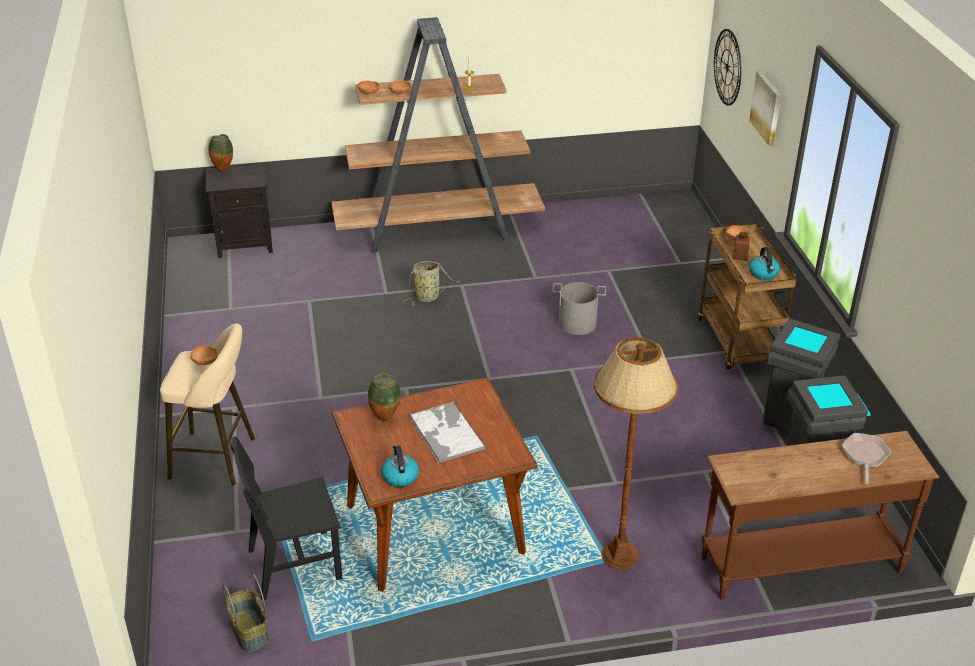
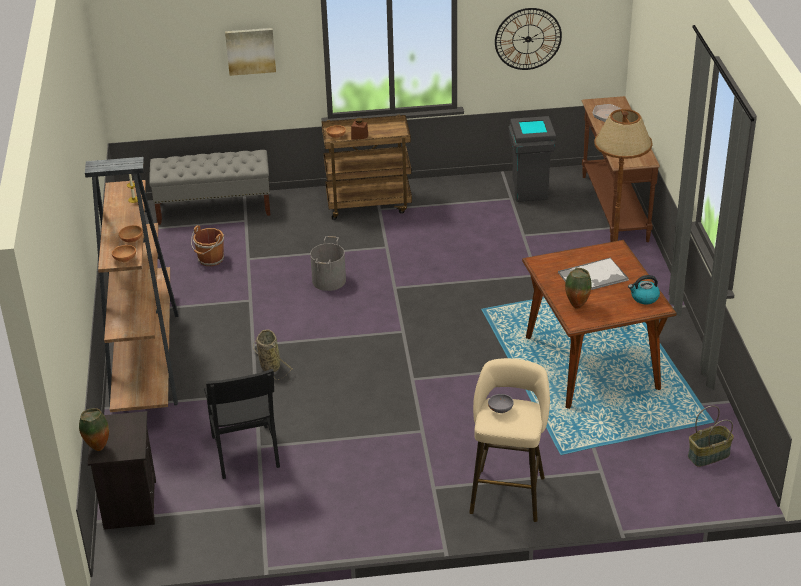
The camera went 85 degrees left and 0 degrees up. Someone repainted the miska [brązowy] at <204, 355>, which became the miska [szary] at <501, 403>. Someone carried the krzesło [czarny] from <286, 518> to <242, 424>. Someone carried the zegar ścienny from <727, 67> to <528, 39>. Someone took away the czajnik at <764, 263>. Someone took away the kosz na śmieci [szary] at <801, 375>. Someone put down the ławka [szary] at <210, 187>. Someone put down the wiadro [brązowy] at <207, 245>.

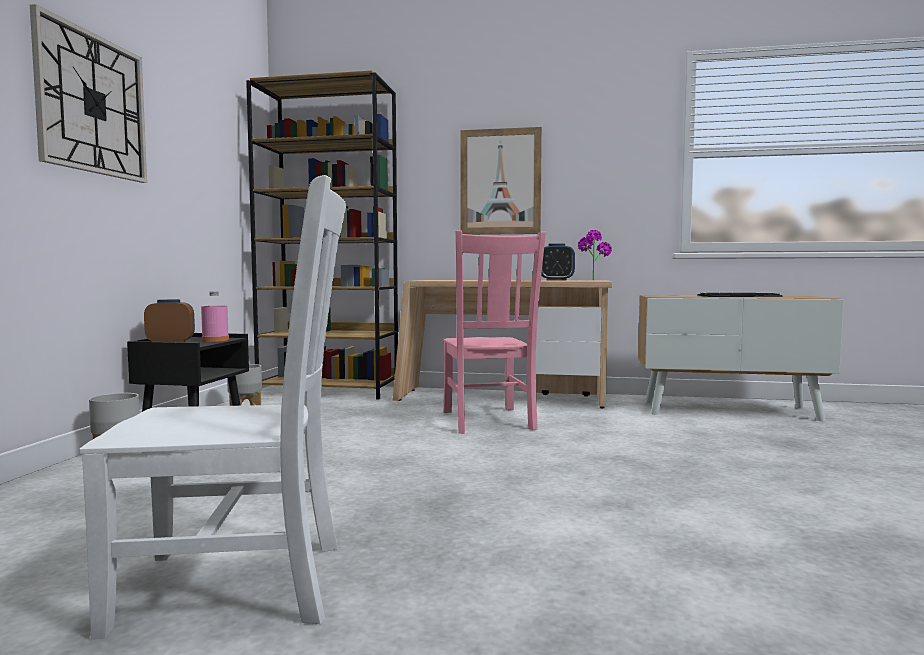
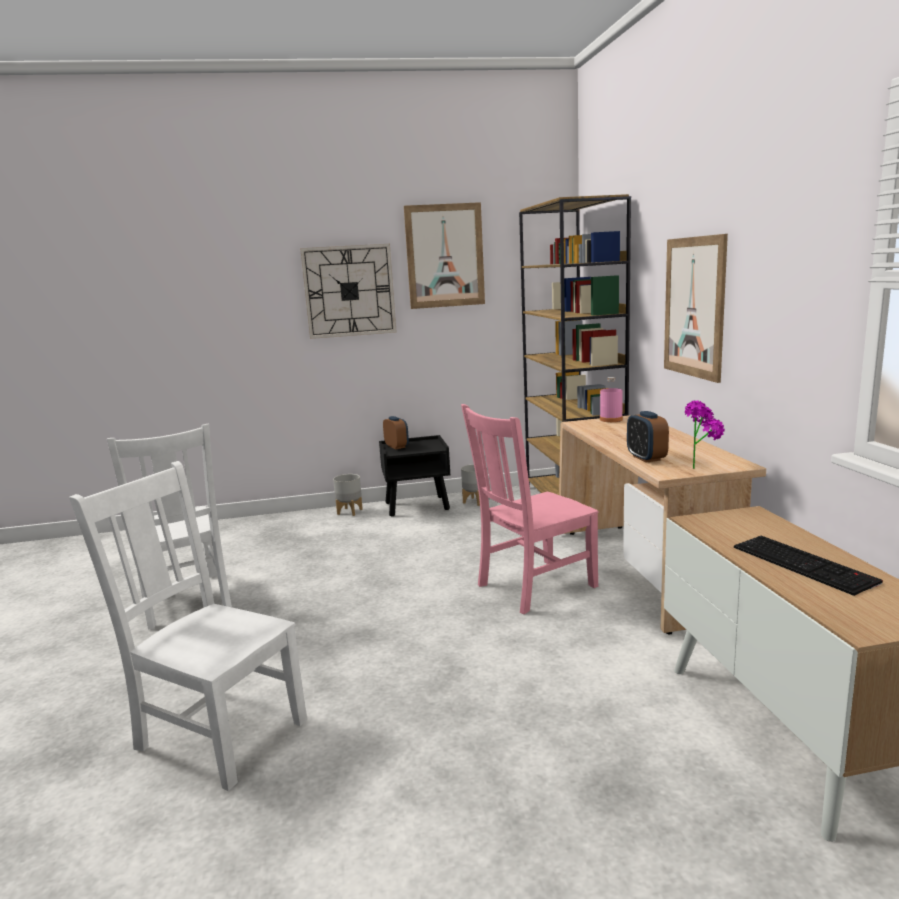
The camera went 70 degrees right and 10 degrees up. Someone carried the butelka [różowy] from <215, 317> to <611, 399>. Someone put down the krzesło [biały] at <188, 626>. Someone put up the obraz at <444, 255>.

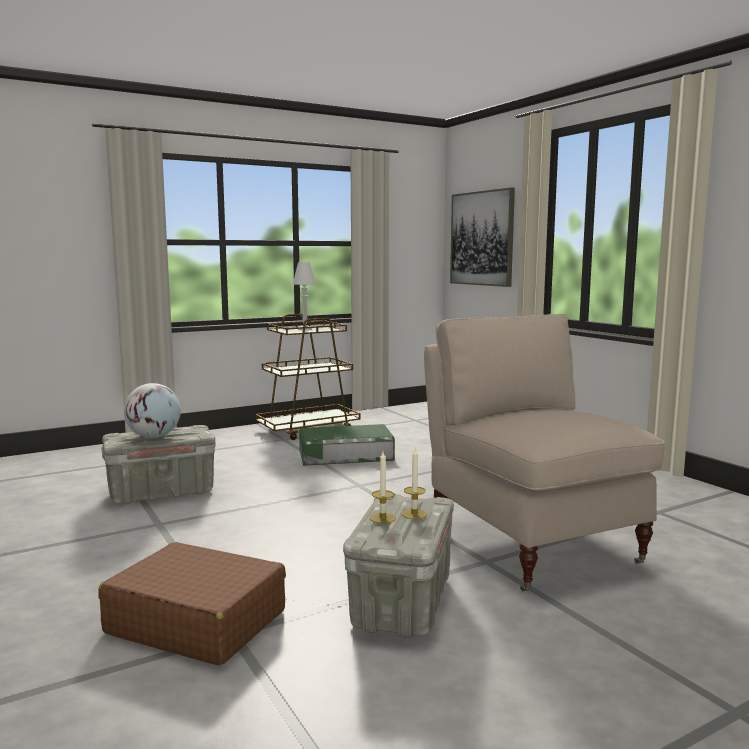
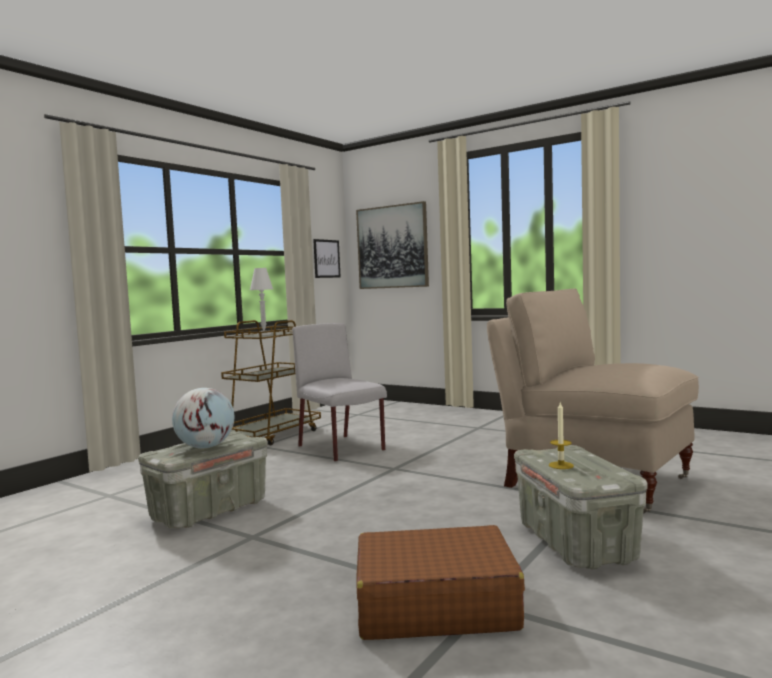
The camera went 25 degrees left and 5 degrees down. Someone swapped the pojemnik do przechowywania [zielony] at <347, 445> for the krzesło [szary] at <339, 392>. Someone took away the świeca at <414, 484>. Someone put up the obraz at <327, 258>.

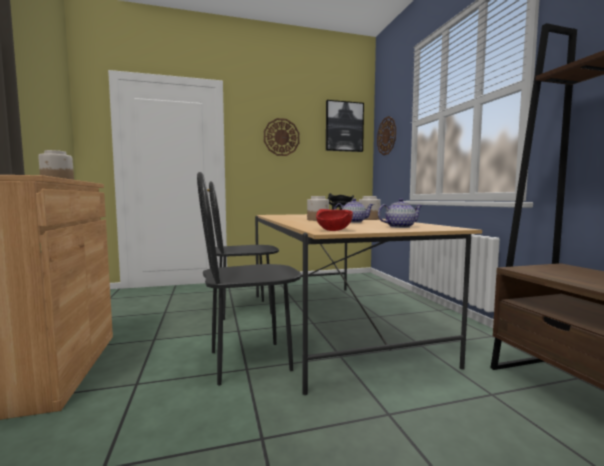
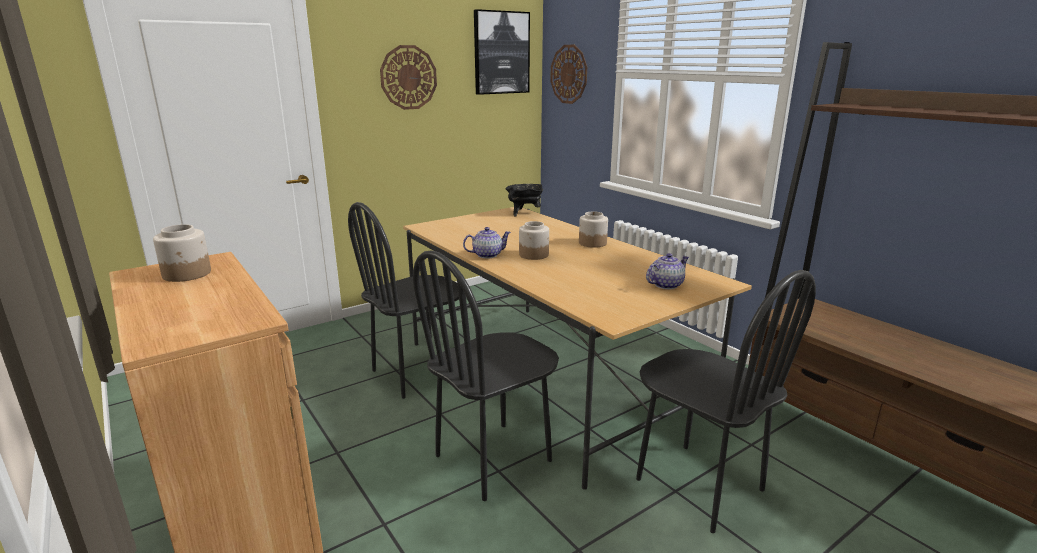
The camera went 20 degrees left and 15 degrees up. Someone took away the miska [czerwony] at <334, 220>. Someone carried the imbryk from <354, 211> to <487, 242>. Someone put down the krzesło [czarny] at <726, 401>.

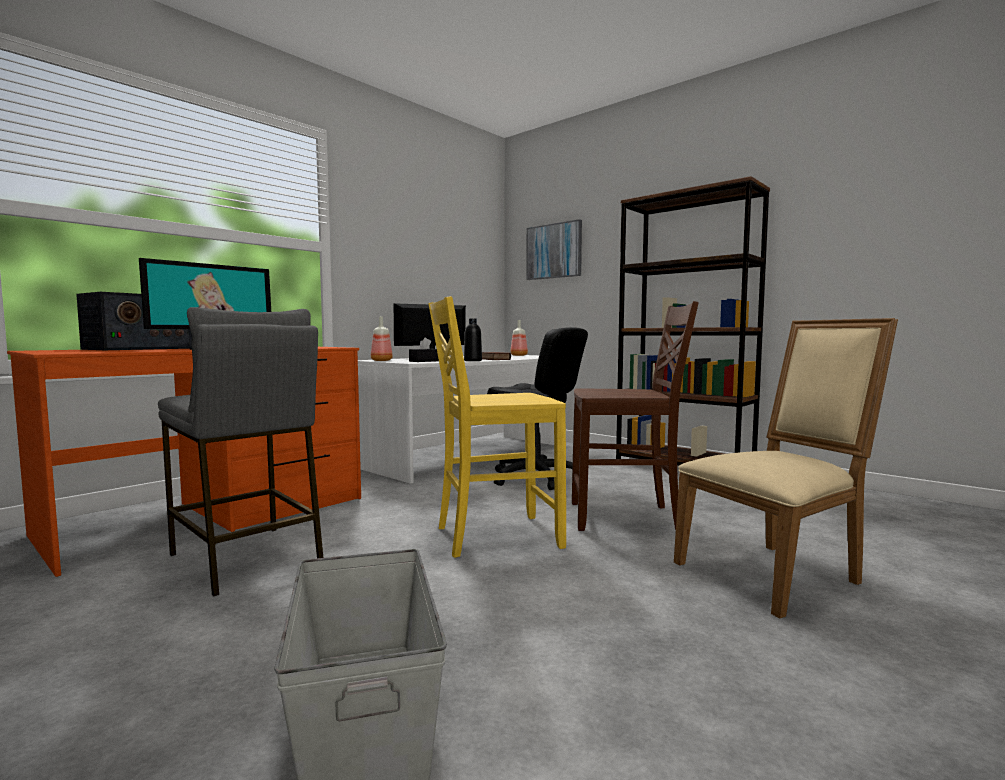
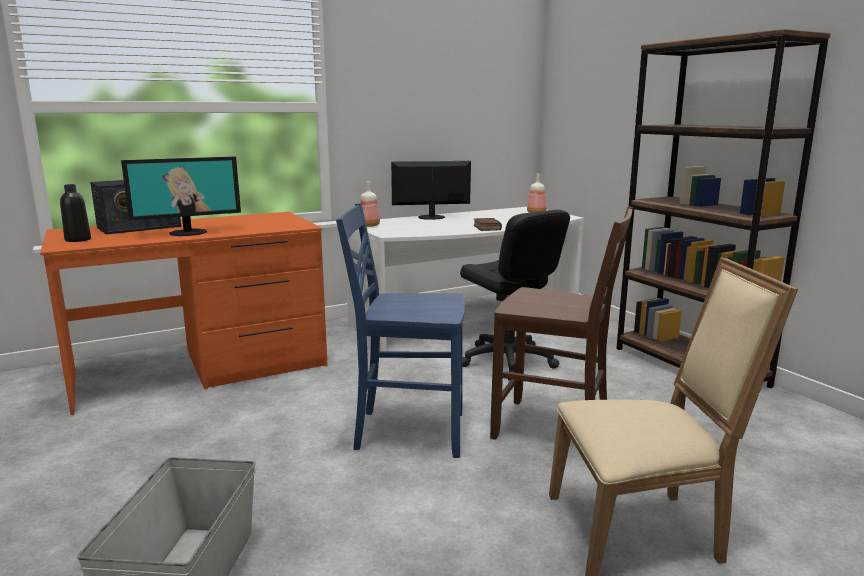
The camera went 20 degrees right and 10 degrees up. Someone took away the stołek [szary] at <240, 451>. Someone took away the pudełko chusteczek [czarny] at <424, 349>. Someone repainted the krzesło [żółty] at <497, 427>, which became the krzesło [niebieski] at <400, 330>. Someone carried the butelka [czarny] from <473, 339> to <75, 213>. Someone took away the obraz at <554, 249>.

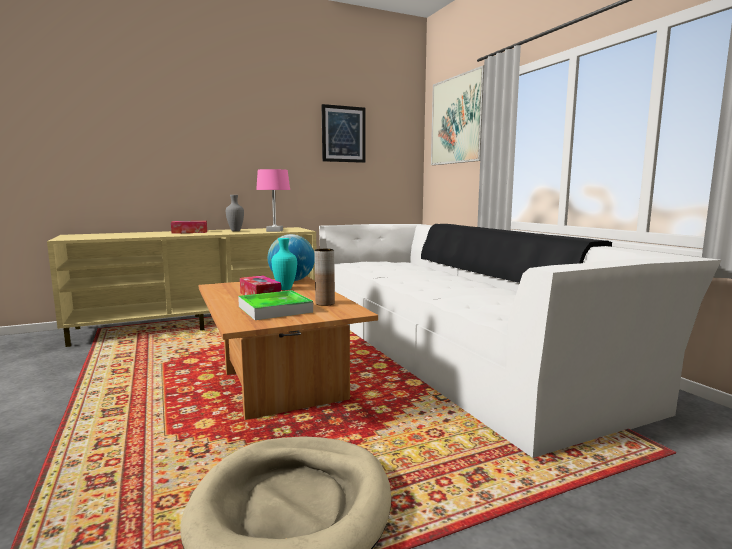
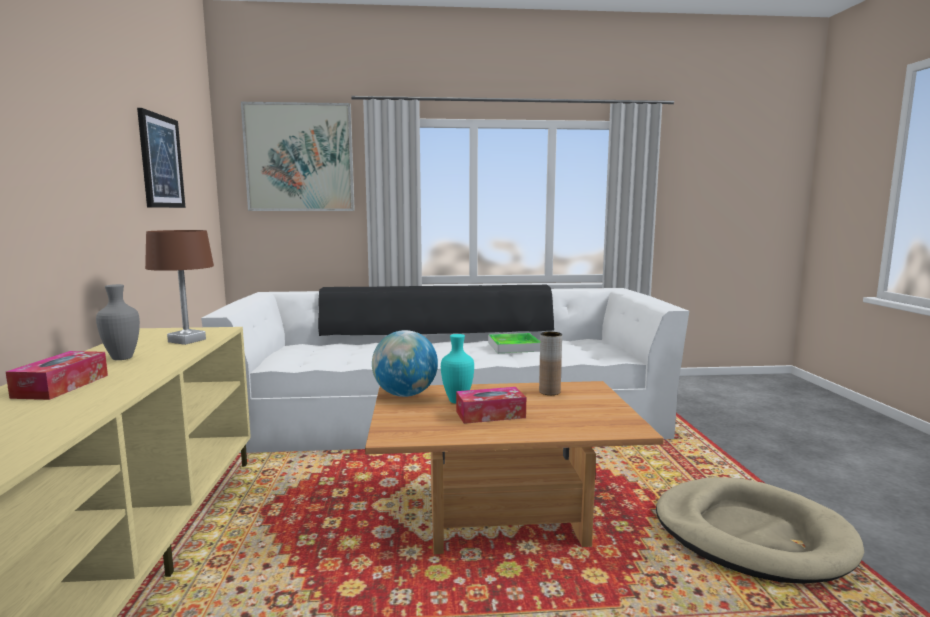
The camera went 70 degrees left and 0 degrees up. Someone carried the taca from <275, 305> to <514, 343>. Someone repainted the lampa stołowa [różowy] at <273, 200>, which became the lampa stołowa [brązowy] at <179, 287>.

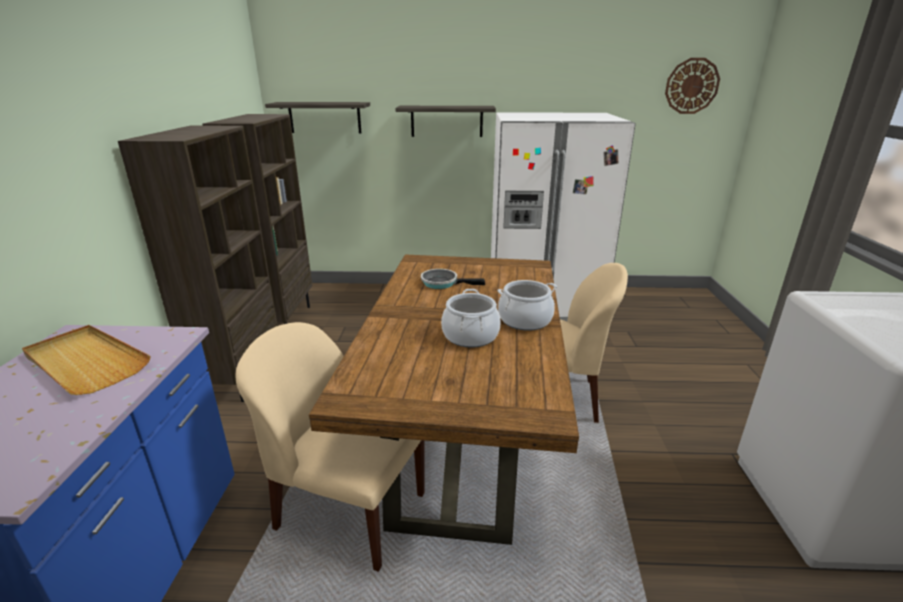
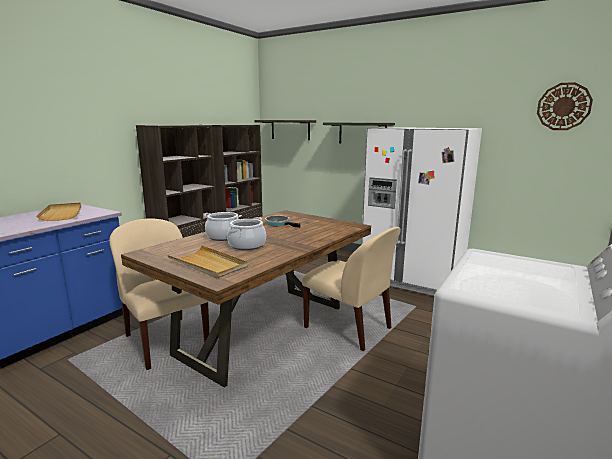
The camera went 30 degrees right and 10 degrees down. Someone carried the garnek from <527, 305> to <223, 226>. Someone put down the taca [beżowy] at <207, 262>.

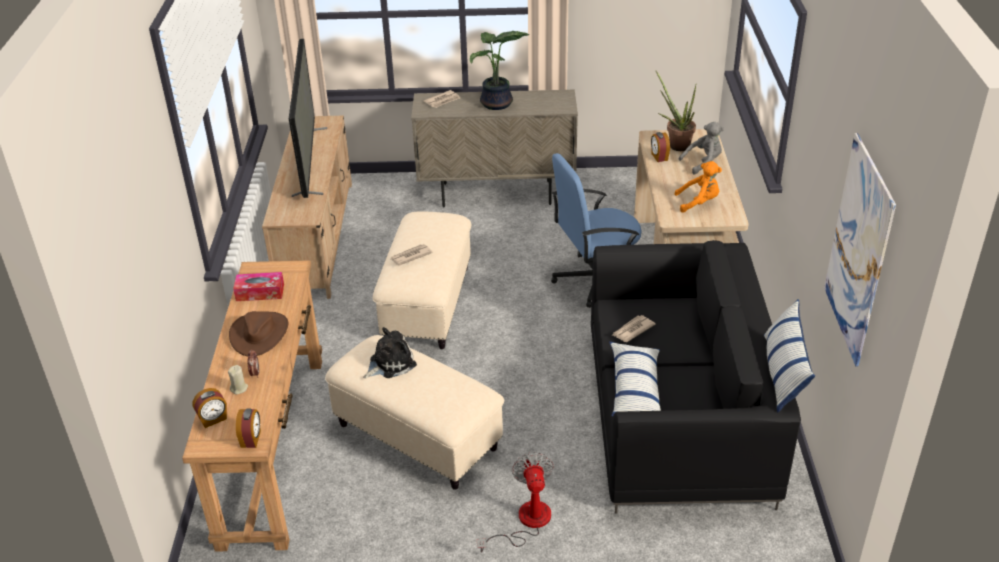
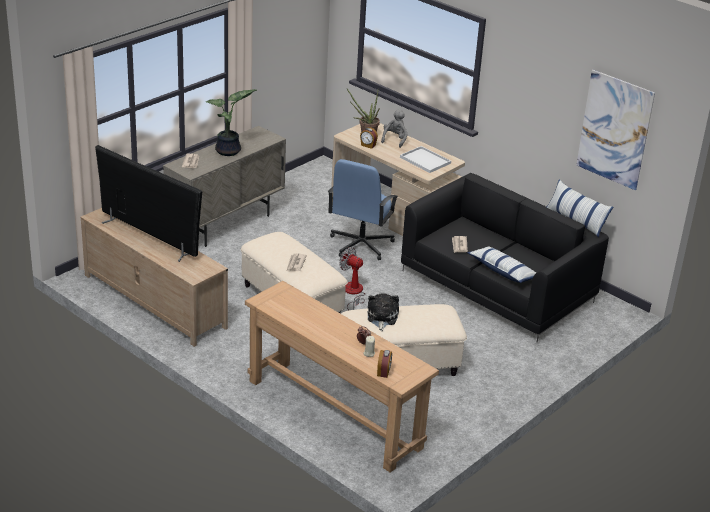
The camera went 50 degrees left and 5 degrees down. Someone took away the kapelusz [brązowy] at <258, 333>. Someone took away the pudełko chusteczek at <258, 286>. Someone took away the budzik at <248, 428>. Someone carried the wentylator from <515, 502> to <352, 278>. Someone swapped the pluszak [pomarańczowy] at <698, 187> for the taca [biały] at <425, 159>.

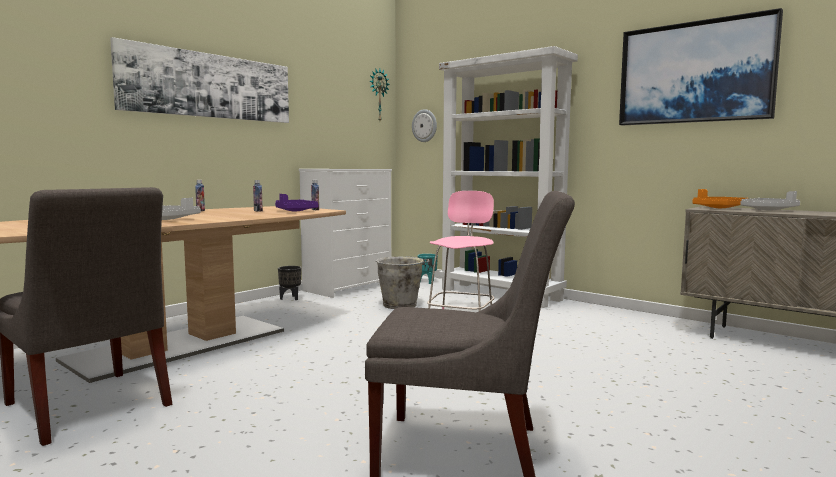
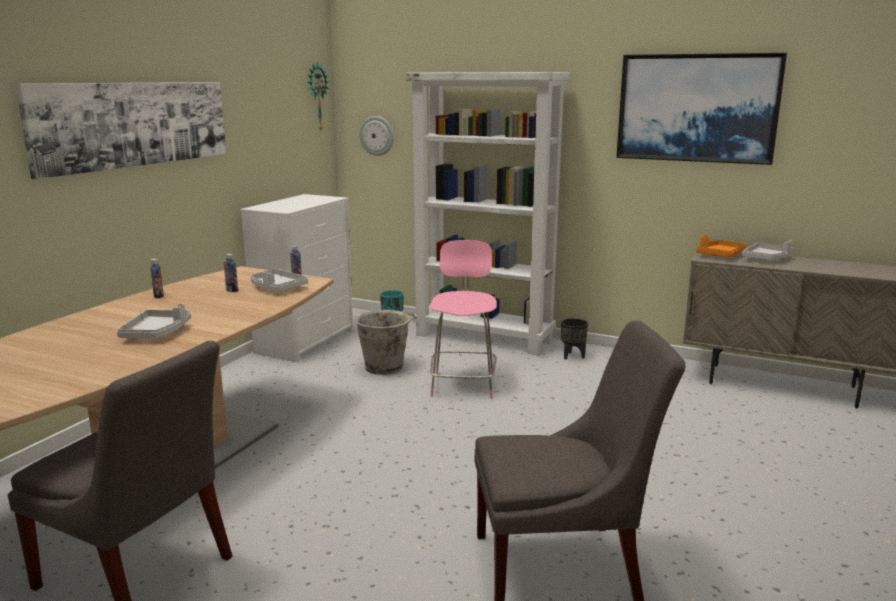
The camera went 15 degrees left and 10 degrees up. Someone repainted the taca [fioletowy] at <297, 203>, which became the taca [szary] at <279, 280>. Someone carried the donica [czarny] from <290, 283> to <574, 338>.

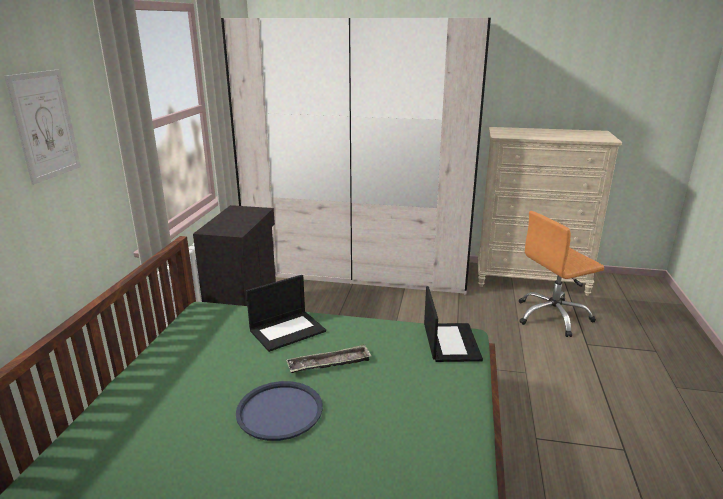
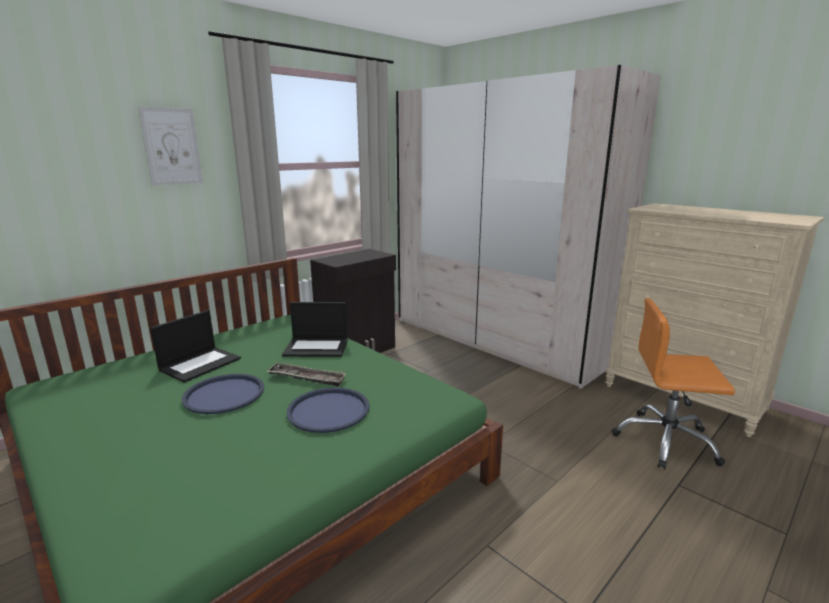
The camera went 35 degrees right and 5 degrees down. Someone carried the laptop from <453, 324> to <195, 346>. Someone put down the taca [niebieski] at <328, 410>.

